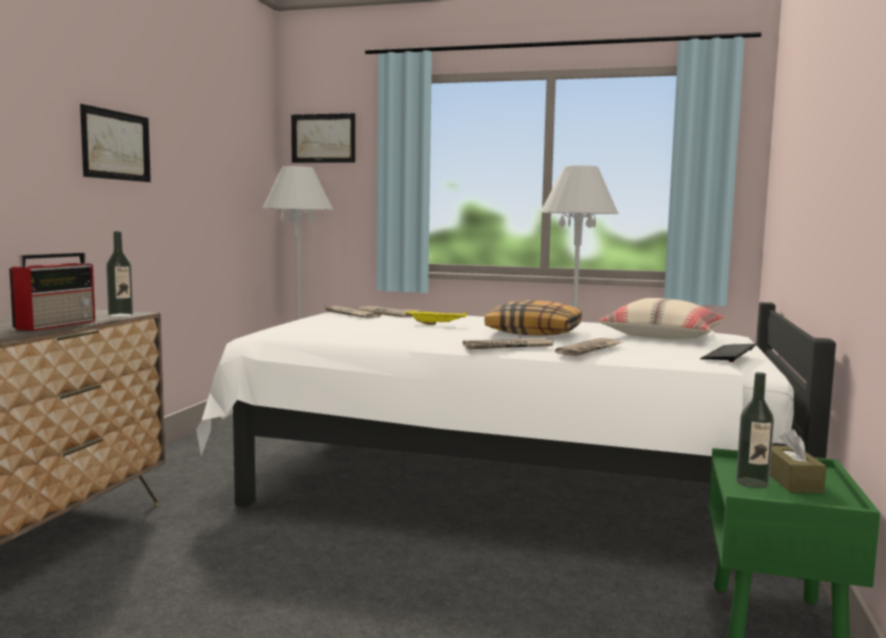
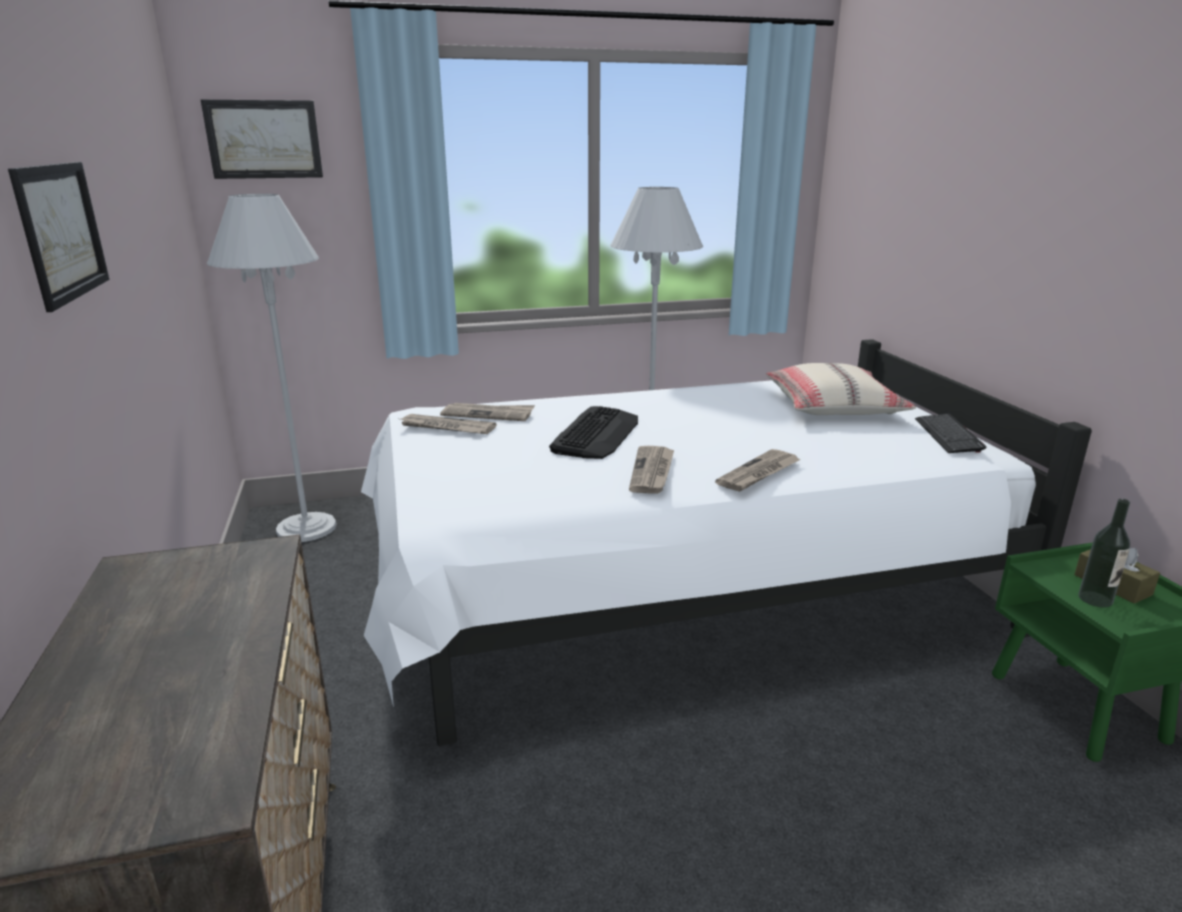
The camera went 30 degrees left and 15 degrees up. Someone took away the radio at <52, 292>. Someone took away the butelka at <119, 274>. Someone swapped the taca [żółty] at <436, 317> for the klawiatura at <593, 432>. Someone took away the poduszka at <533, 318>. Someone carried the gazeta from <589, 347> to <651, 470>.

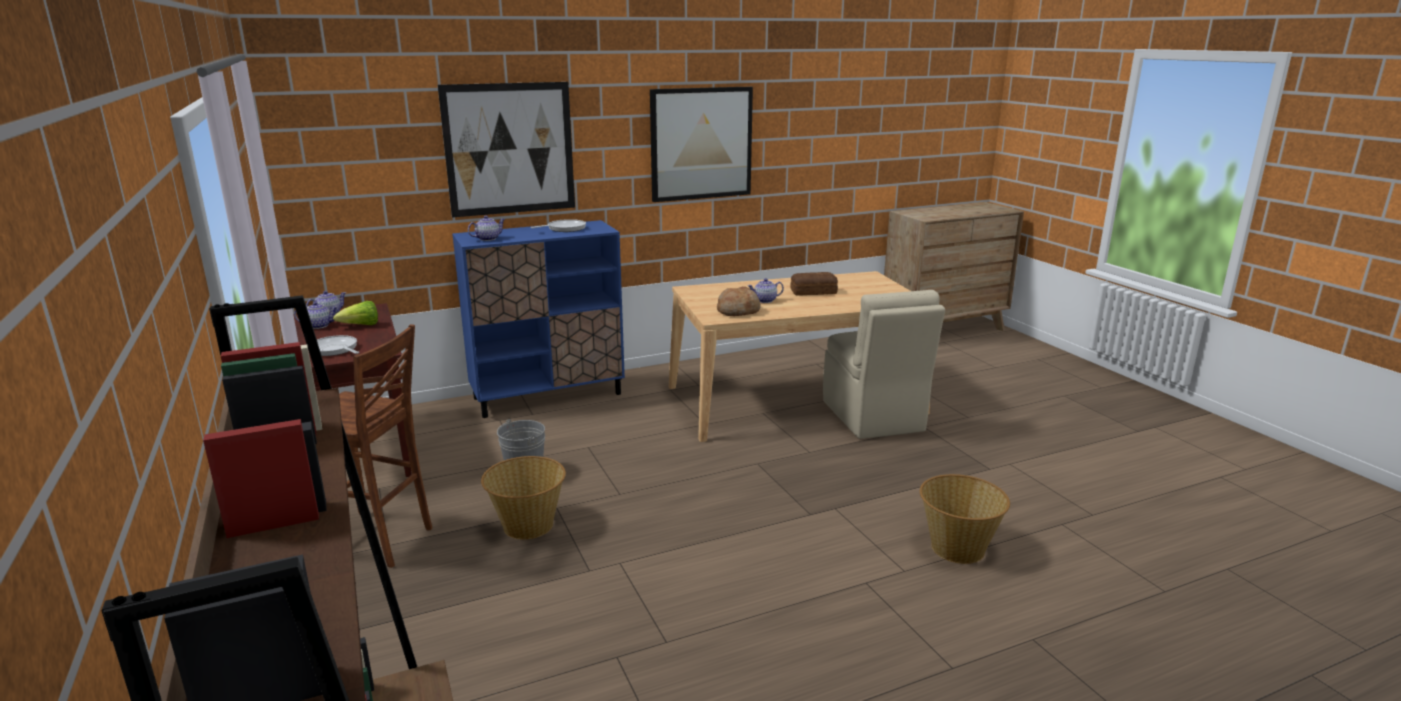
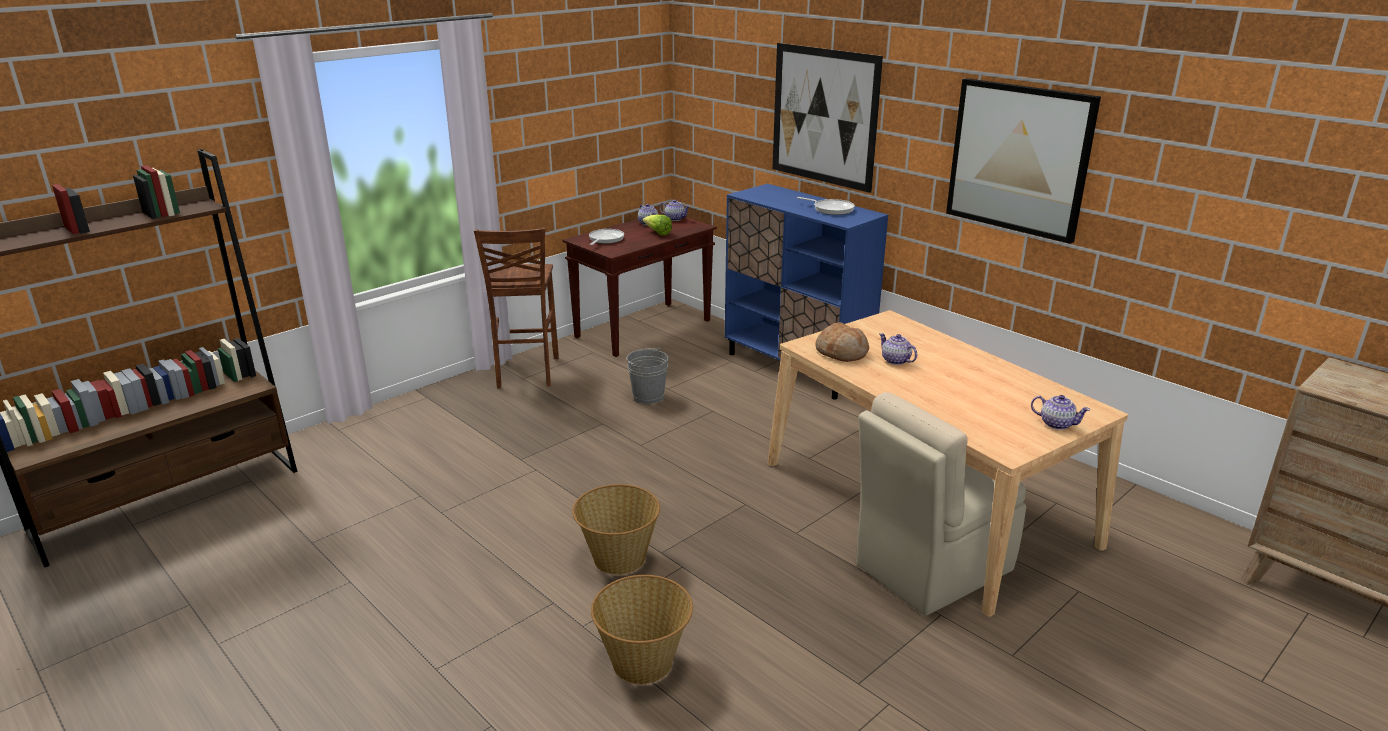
The camera went 70 degrees right and 5 degrees up. Someone carried the imbryk from <486, 228> to <1060, 412>. Someone carried the koszyk from <523, 498> to <616, 529>. Someone took away the chleb at <814, 284>.

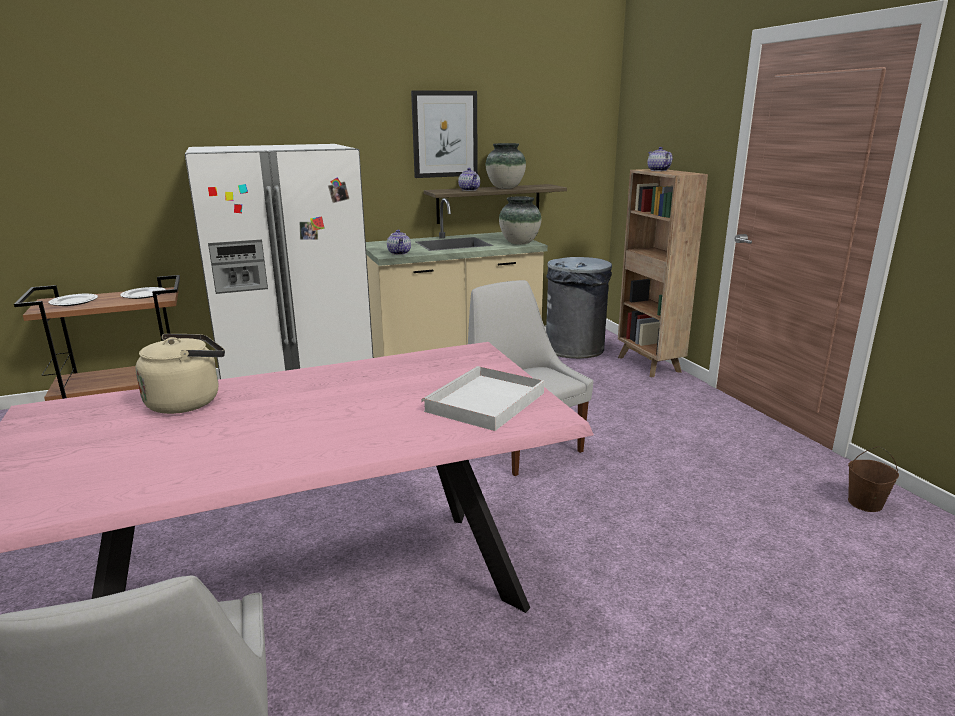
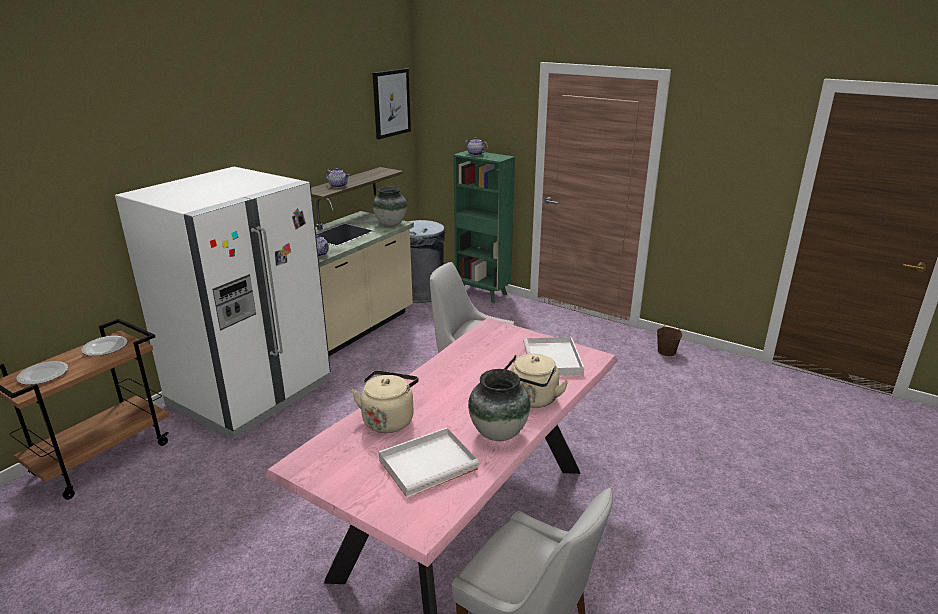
The camera went 35 degrees left and 5 degrees up. Someone carried the obraz from <444, 134> to <392, 103>. Someone carried the wazon from <506, 166> to <499, 405>. Someone repainted the regał [brązowy] at <663, 273>, which became the regał [zielony] at <484, 226>. Someone put down the taca [biały] at <429, 462>. Someone put down the czajnik [beżowy] at <536, 381>.

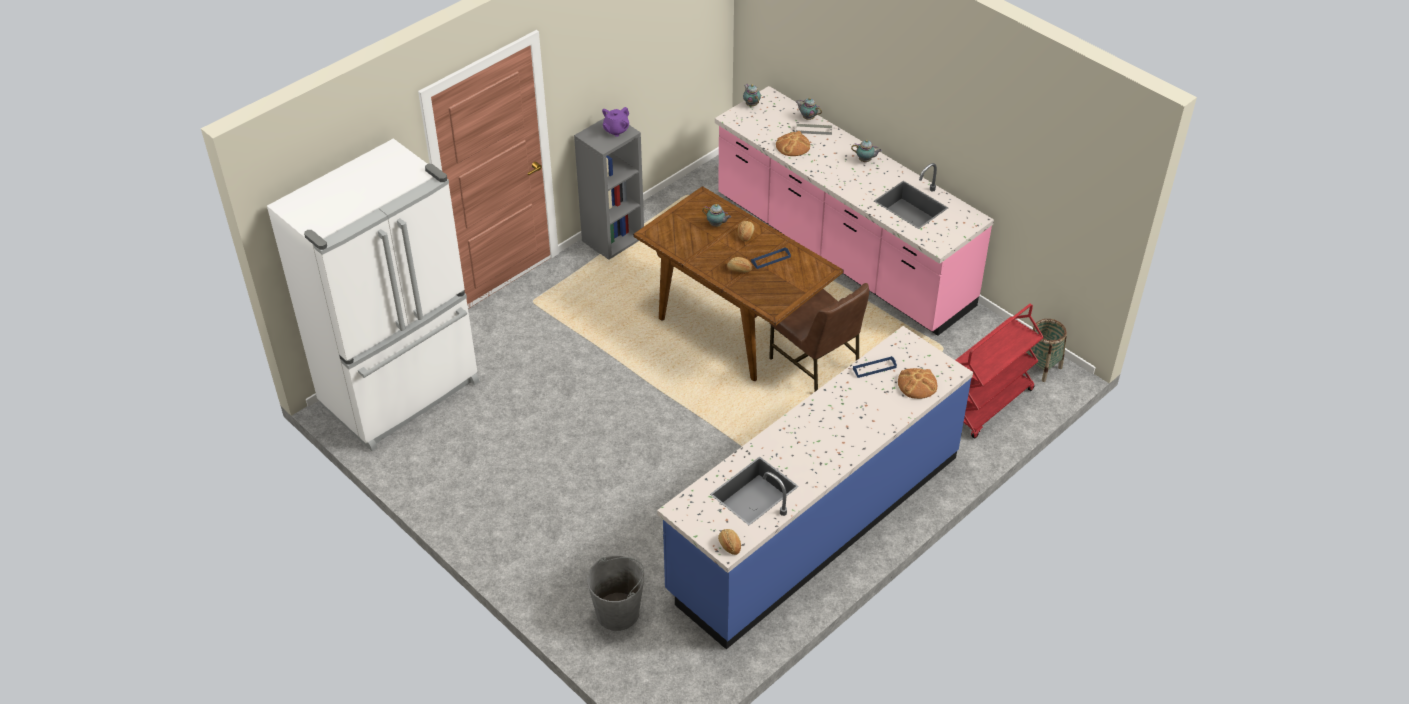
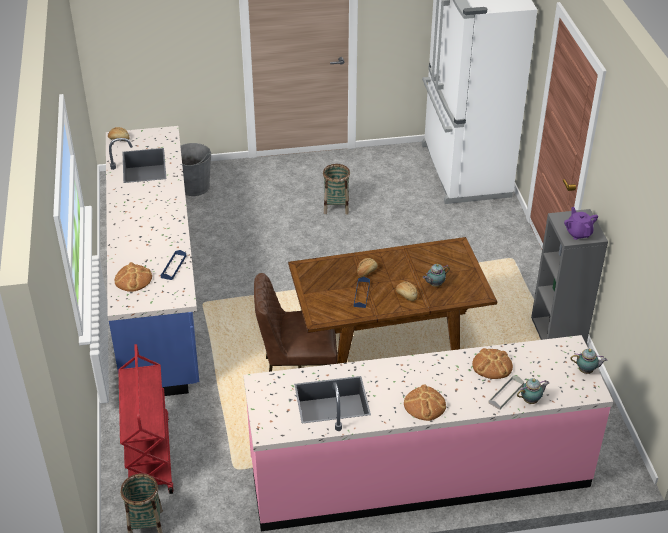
The camera went 125 degrees right and 5 degrees down. Someone swapped the imbryk at <866, 151> for the chleb at <425, 402>. Someone put down the koszyk at <336, 189>.

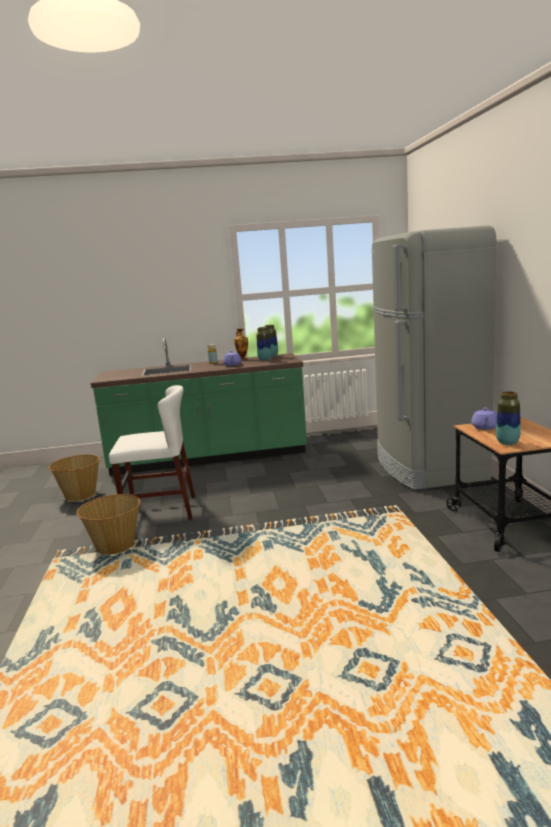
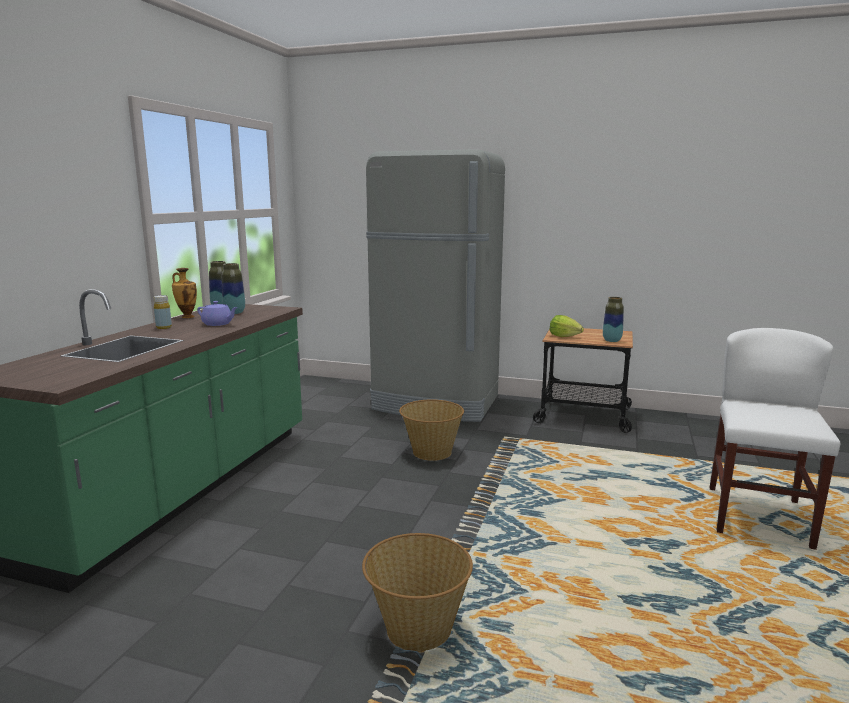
The camera went 65 degrees left and 0 degrees up. Someone carried the koszyk from <74, 477> to <431, 430>. Someone carried the krzesło [biały] from <152, 452> to <774, 439>. Someone swapped the imbryk [fioletowy] at <484, 418> for the sałata at <566, 326>.

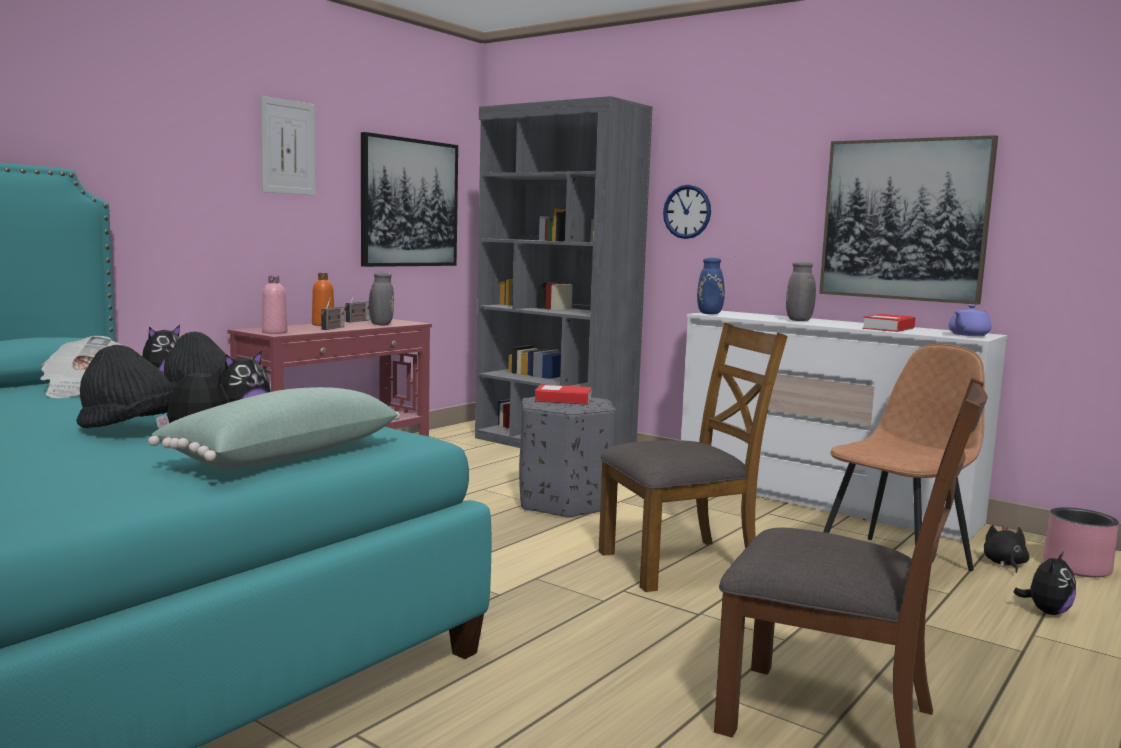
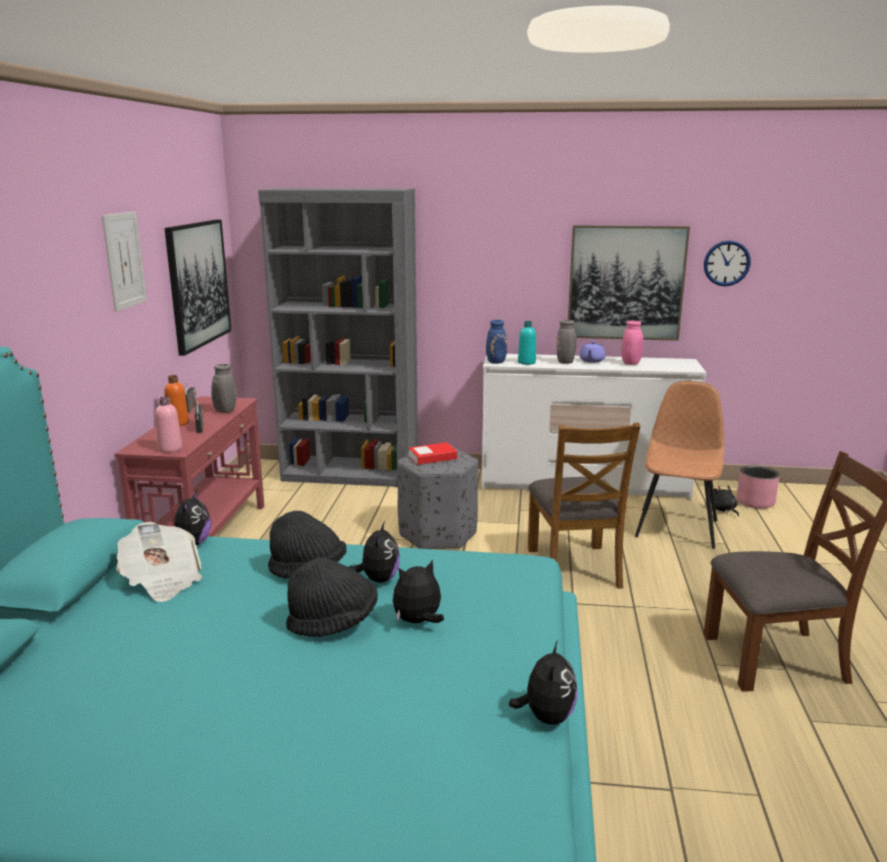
The camera went 30 degrees left and 10 degrees up. Someone took away the poduszka [zielony] at <274, 428>. Someone rotated the krzesło [brązowy] at <693, 457> by 135 degrees clockwise. Someone carried the zegar ścienny from <687, 212> to <727, 263>. Someone swapped the książka at <889, 323> for the wazon [różowy] at <632, 343>. Someone carried the imbryk [fioletowy] from <969, 320> to <592, 352>. Someone carried the pluszak from <1044, 583> to <543, 682>. Someone put down the butelka [turkusowy] at <527, 343>.

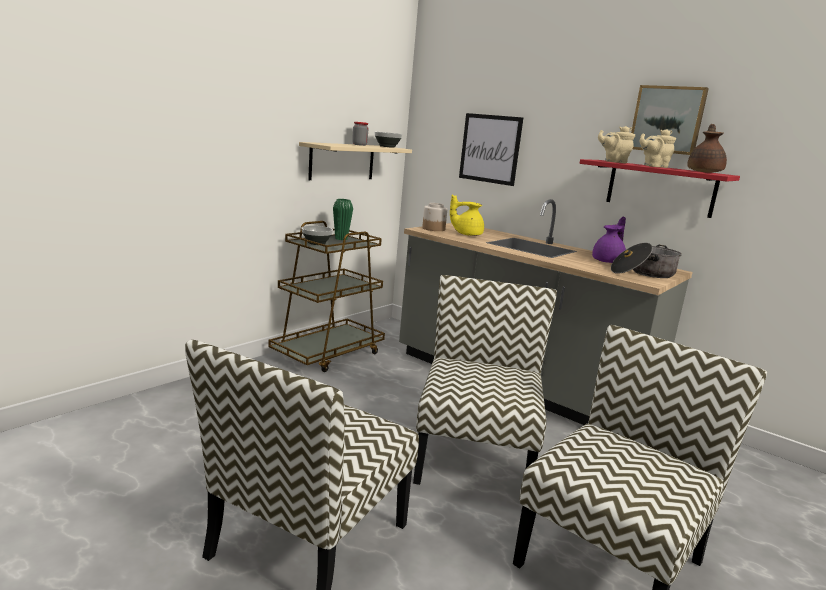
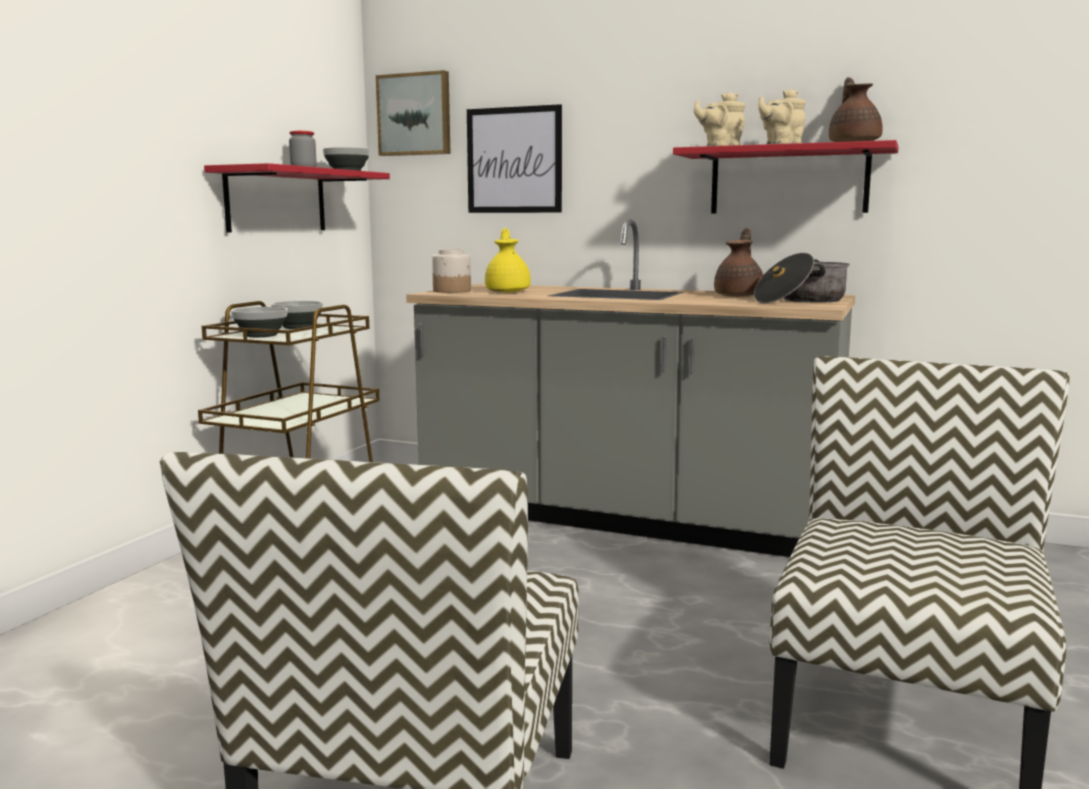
The camera went 15 degrees left and 5 degrees down. Someone repainted the półka [beżowy] at <355, 161>, which became the półka [czerwony] at <297, 198>. Someone swapped the wazon [zielony] at <343, 219> for the miska at <297, 315>. Someone took away the krzesło at <485, 380>. Someone rotated the imbryk [żółty] at <467, 215> by 105 degrees clockwise. Someone repainted the imbryk [fioletowy] at <609, 240>, which became the imbryk [brązowy] at <738, 262>. Someone carried the obraz from <670, 120> to <413, 113>.

